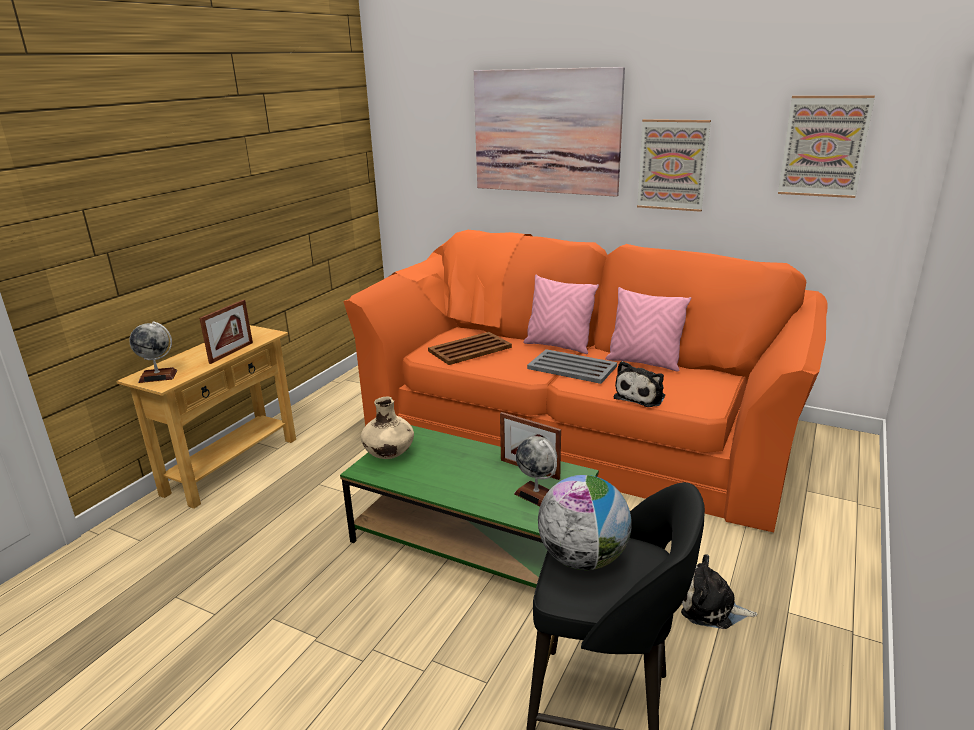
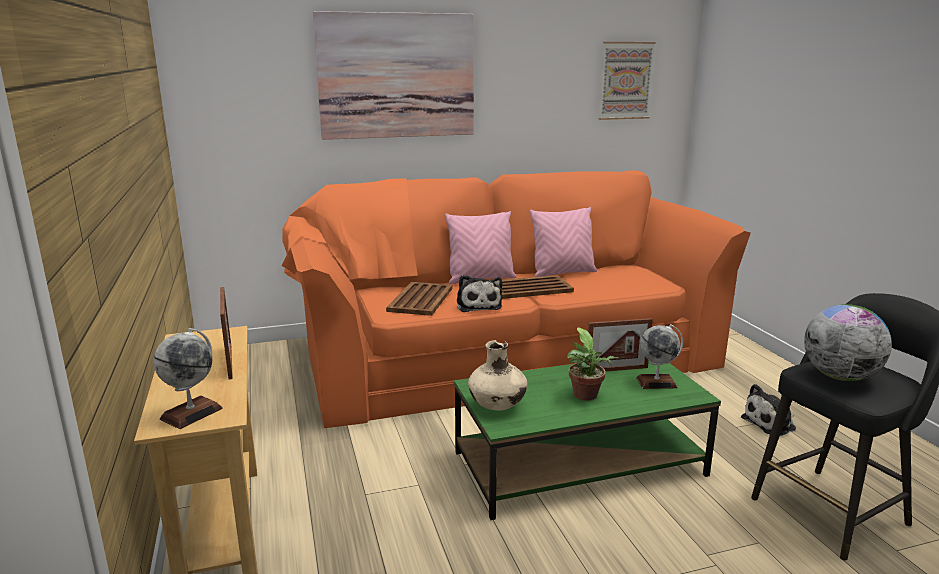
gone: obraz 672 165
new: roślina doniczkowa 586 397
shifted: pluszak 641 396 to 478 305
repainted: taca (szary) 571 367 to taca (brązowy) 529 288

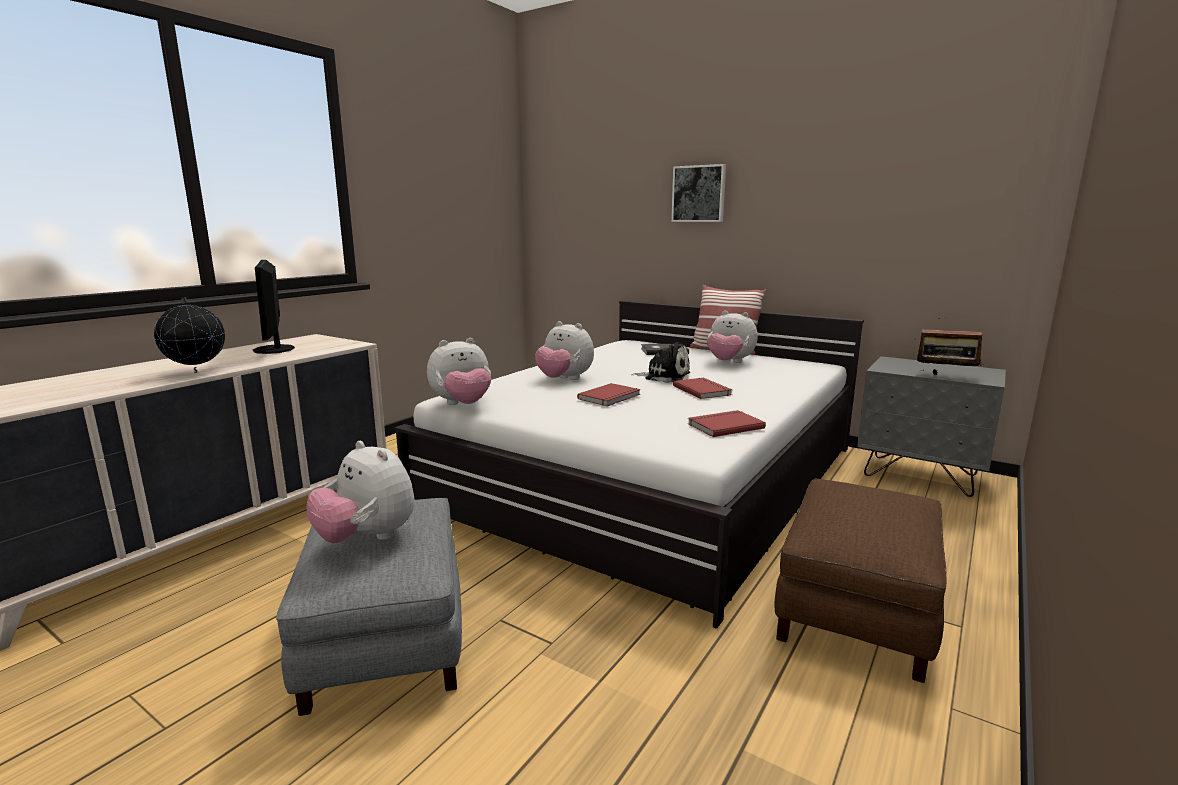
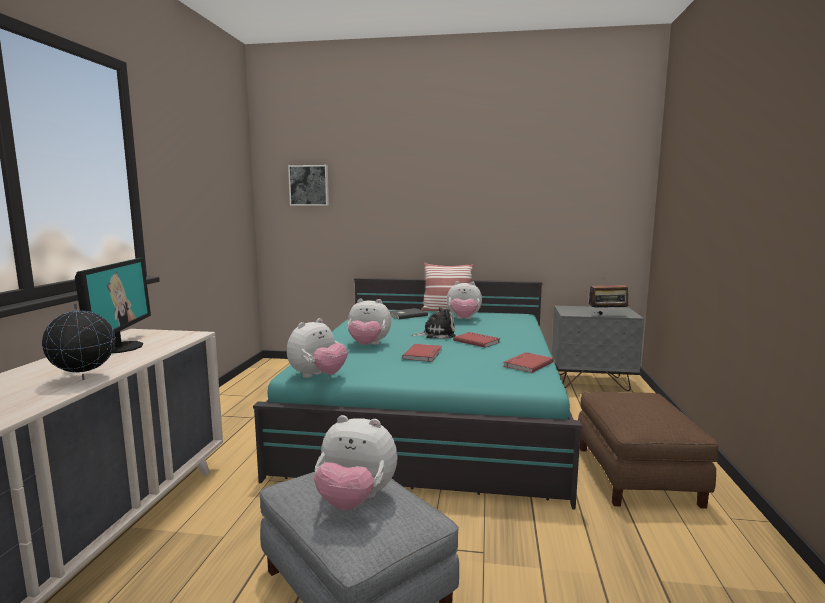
shifted: obraz 699 194 to 309 185
repainted: łóżko (biały) 653 476 to łóżko (turkusowy) 433 413
rotated: monitor 275 349 = 121 347 135 degrees counterclockwise

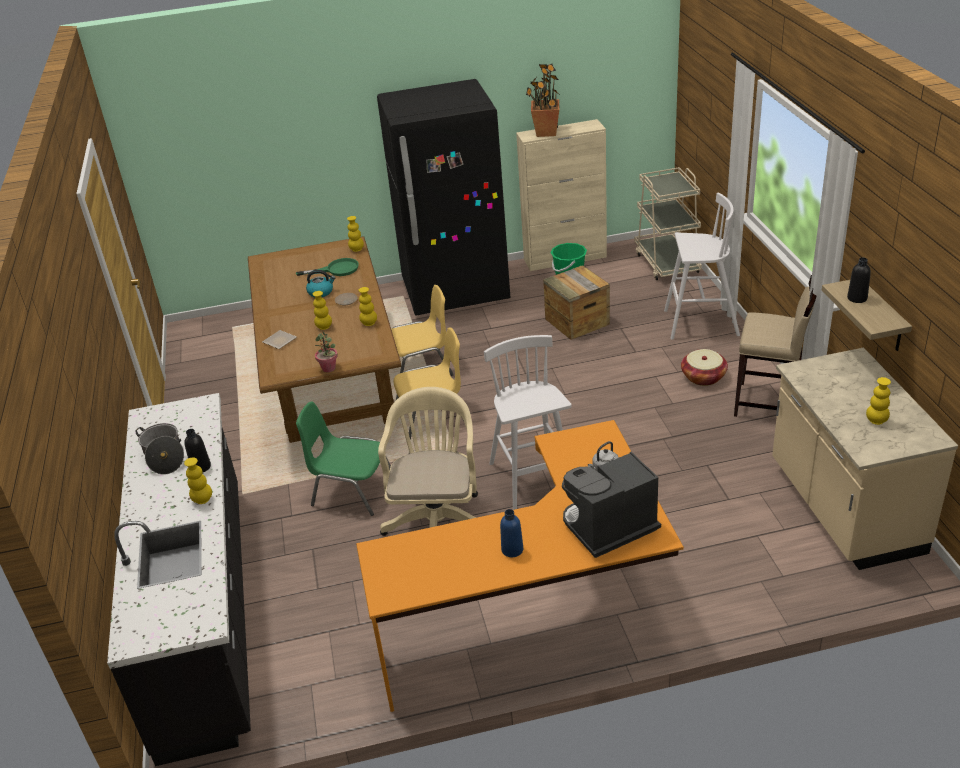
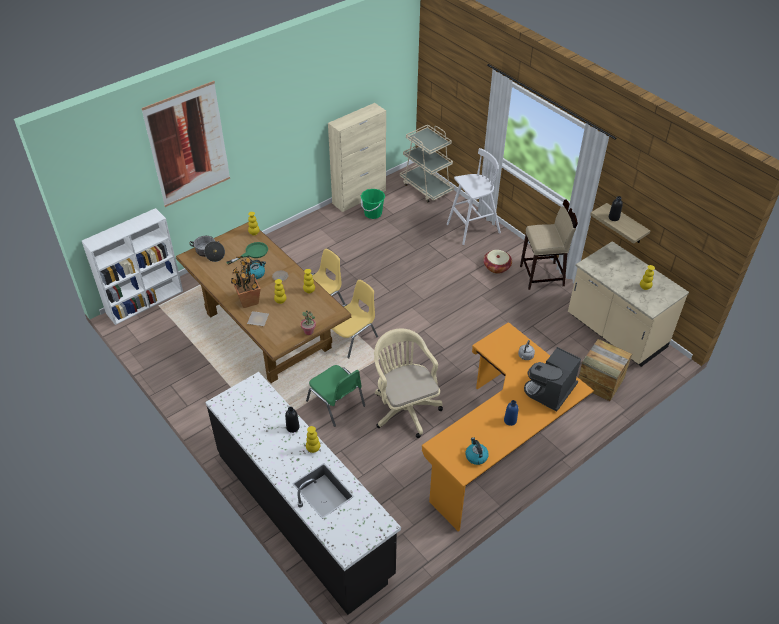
gone: lodówka (czarny) 455 292; stołek (biały) 532 481
new: regał (biały) 145 302; obraz 188 145; czajnik 476 456
shifted: garnek 164 456 to 209 253; roślina doniczkowa 545 132 to 248 301; skrzynka 577 321 to 600 381
rotated: krzesło (zielony) 351 490 = 336 404 120 degrees counterclockwise

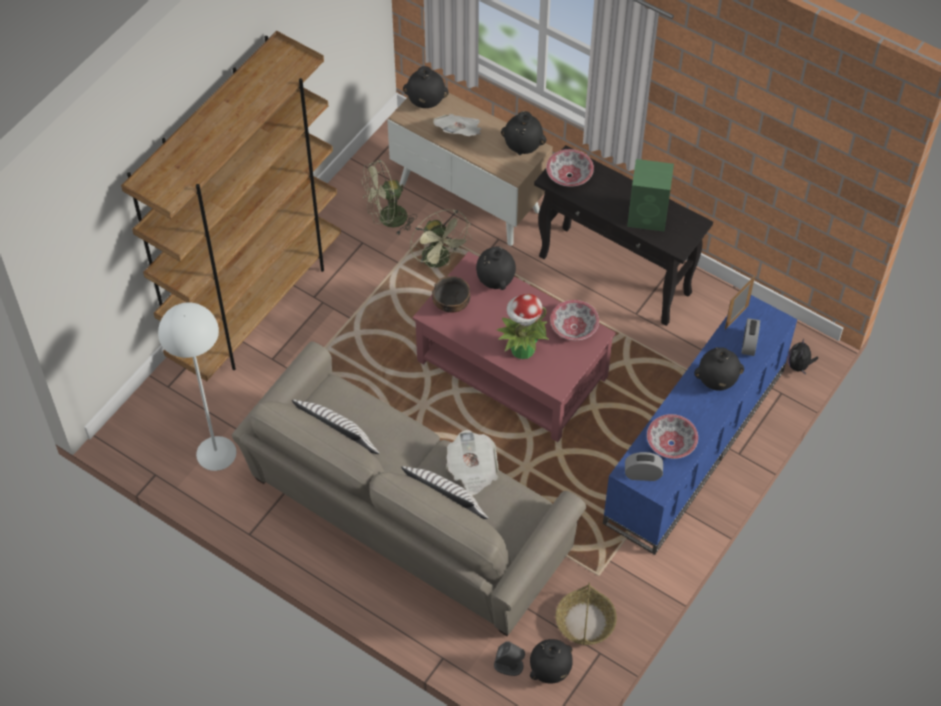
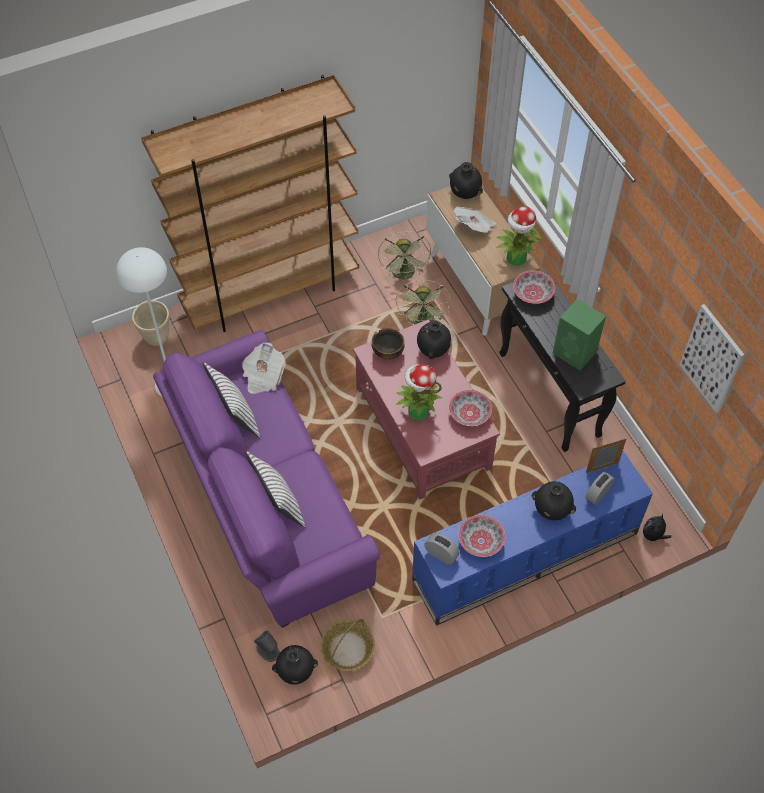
new: donica (beżowy) 156 338; obraz 712 359
shifted: gazeta 472 470 to 263 376
swapped: wazon (czarny) 523 147 to roślina doniczkowa 516 259
repainted: kanapa (beżowy) 405 522 to kanapa (fioletowy) 266 502
rotated: wentylator (zielony) 387 219 = 404 275 105 degrees counterclockwise

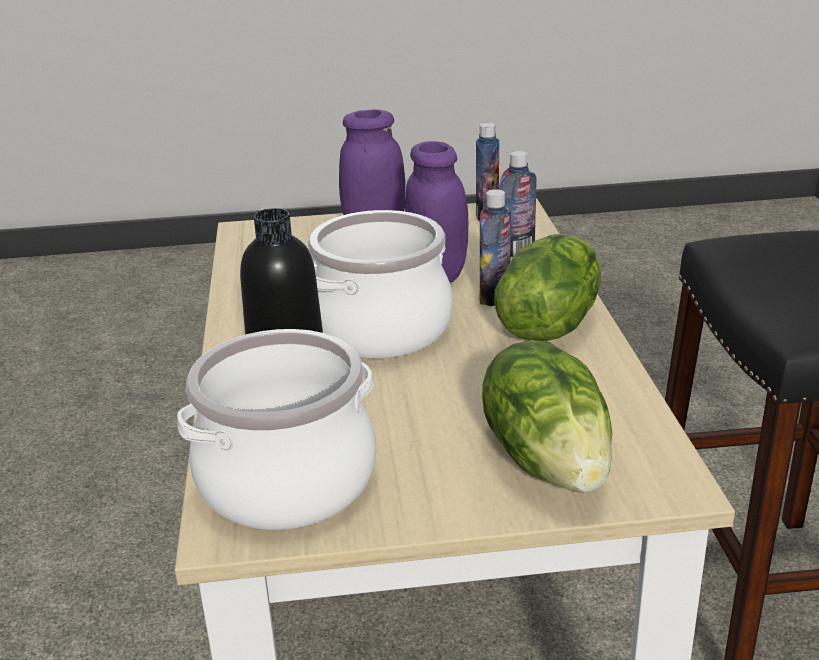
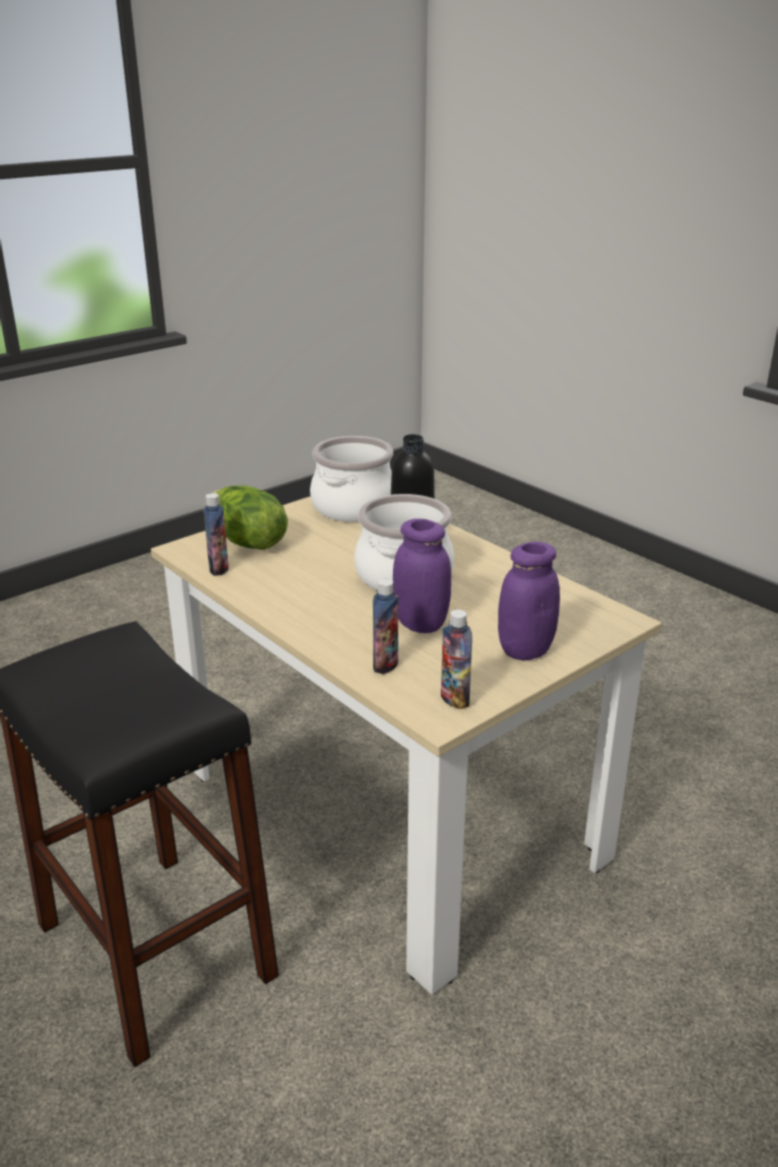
gone: sałata 548 324
shifted: butelka 494 297 to 219 569

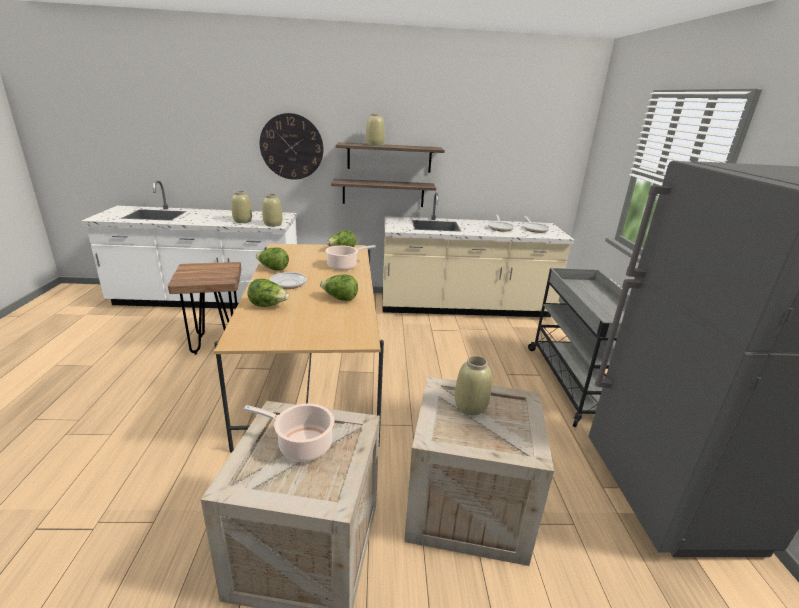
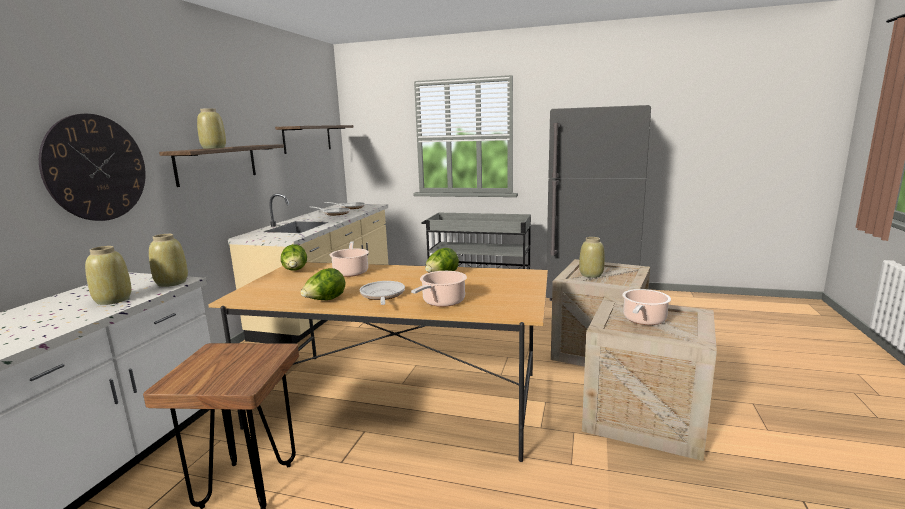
shifted: półka 383 193 to 307 138
swapped: sałata 268 306 to garnek 442 302

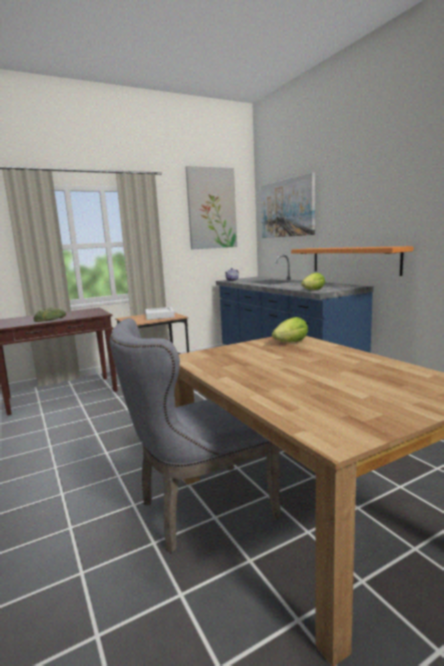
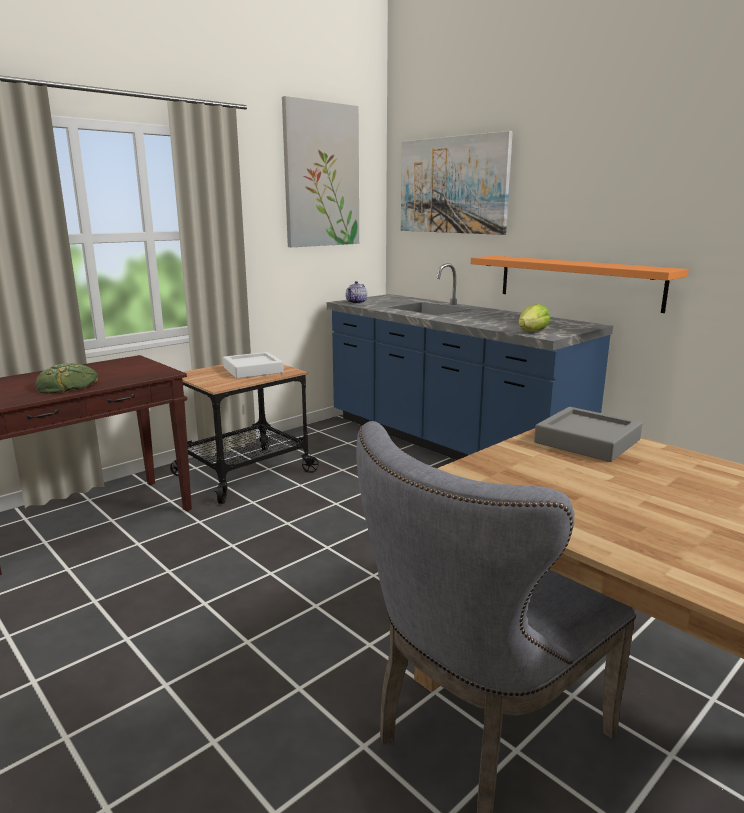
swapped: sałata 291 342 to taca (szary) 587 441

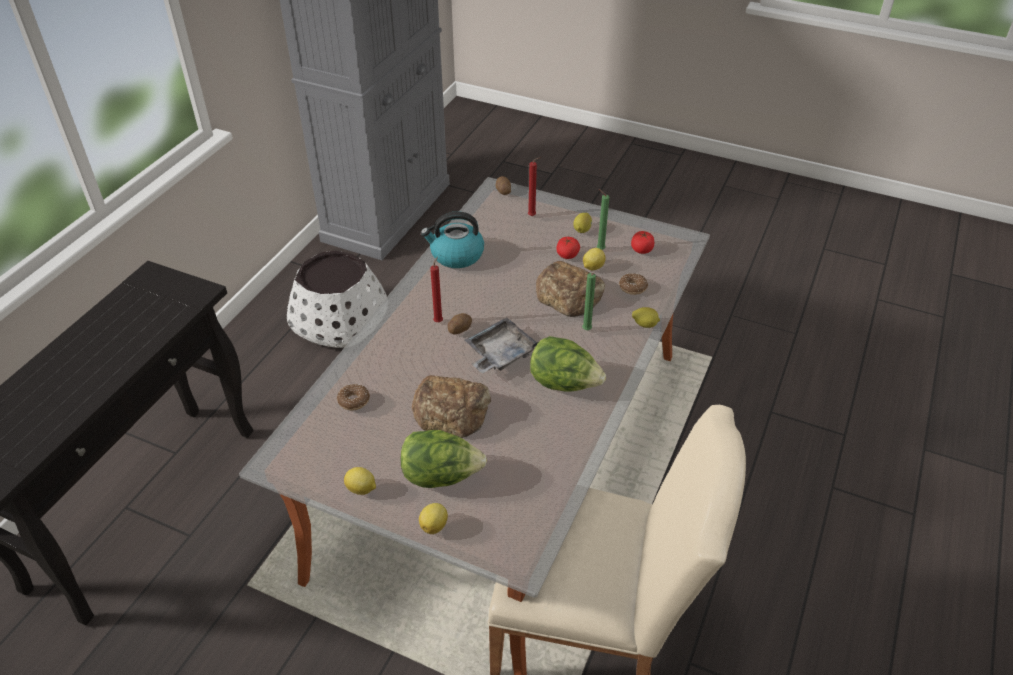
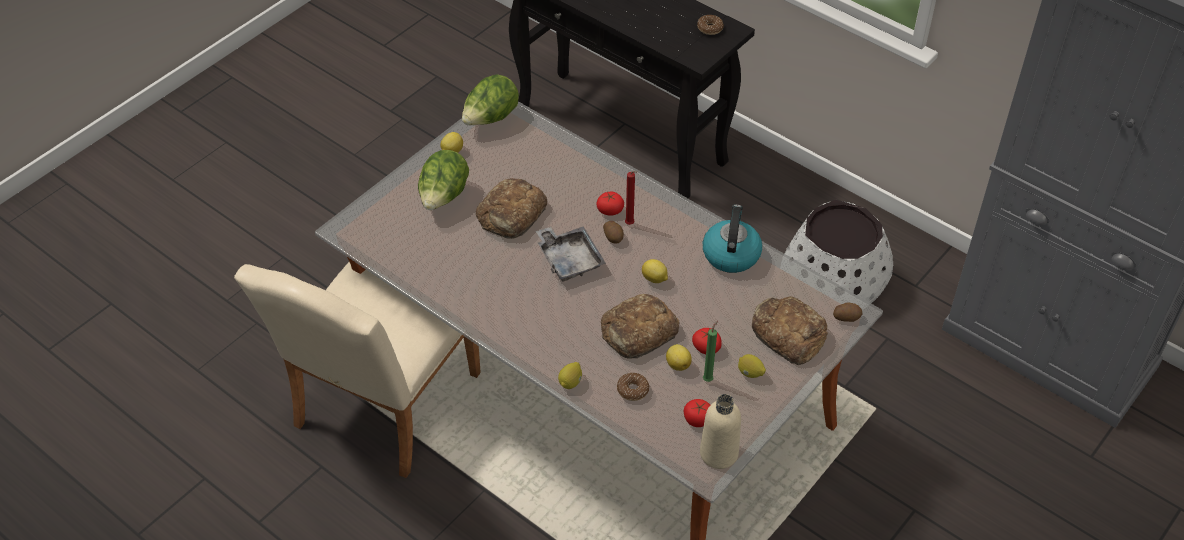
gone: świeca (zielony) 586 331
new: pomidor 610 210; butelka (beżowy) 719 453
shifted: donut 354 401 to 710 28; cytryna 434 525 to 654 279; sałata 564 383 to 490 119
swapped: świeca (czerwony) 533 216 to chleb 788 334

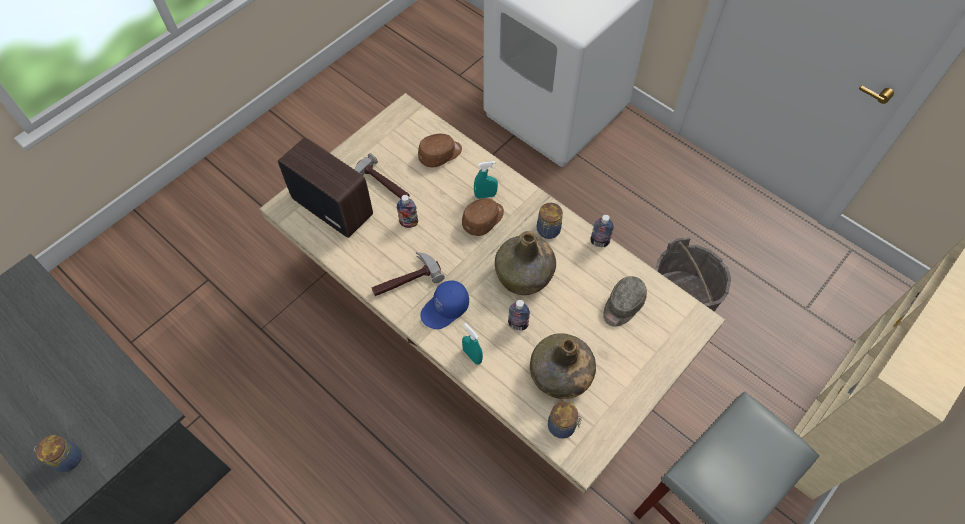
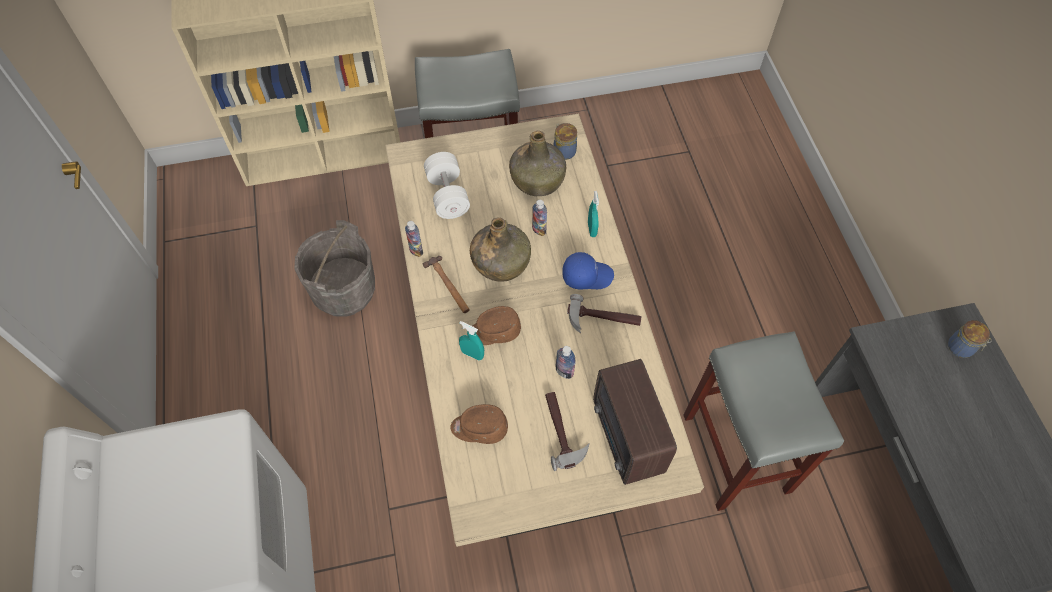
new: stołek (szary) 737 454
swapped: słoik 548 231 to młotek 448 286; czapka z daszkiem (szary) 622 306 to hantel (biały) 447 195

